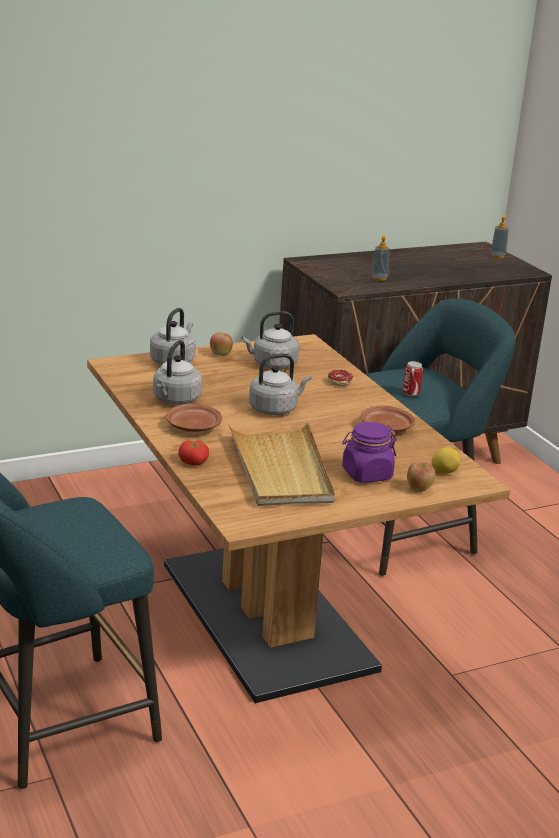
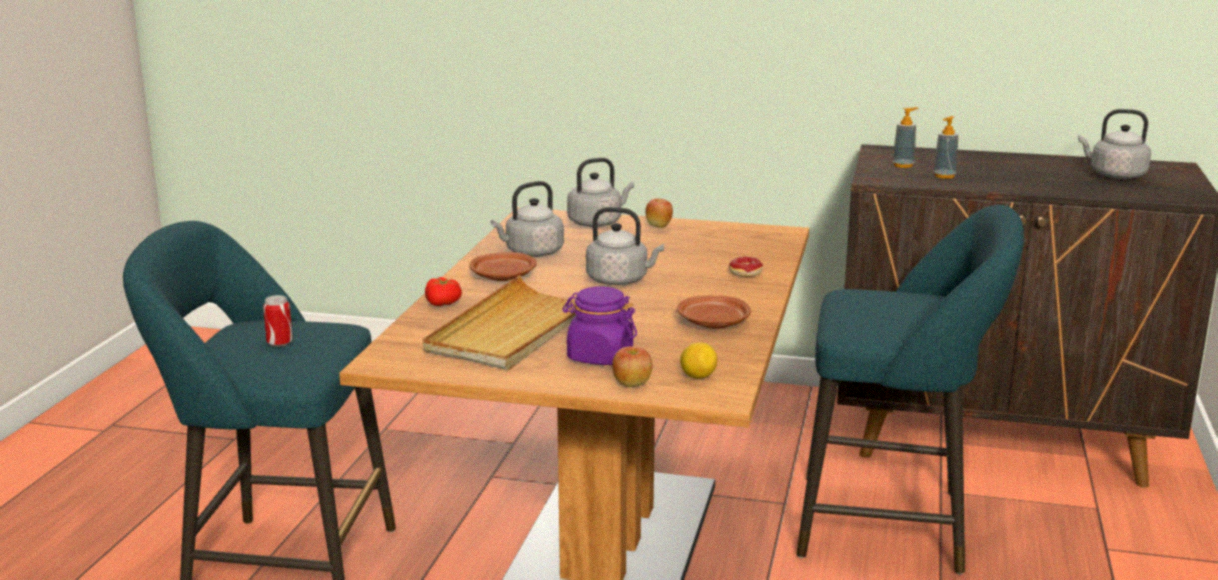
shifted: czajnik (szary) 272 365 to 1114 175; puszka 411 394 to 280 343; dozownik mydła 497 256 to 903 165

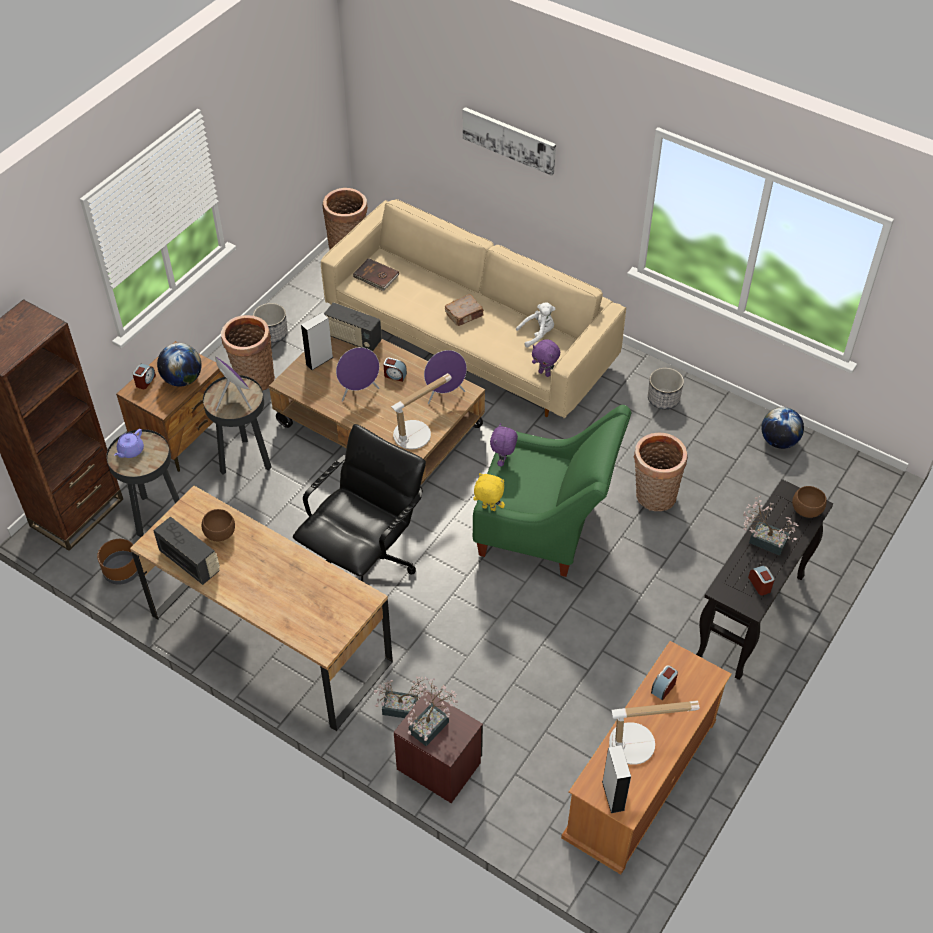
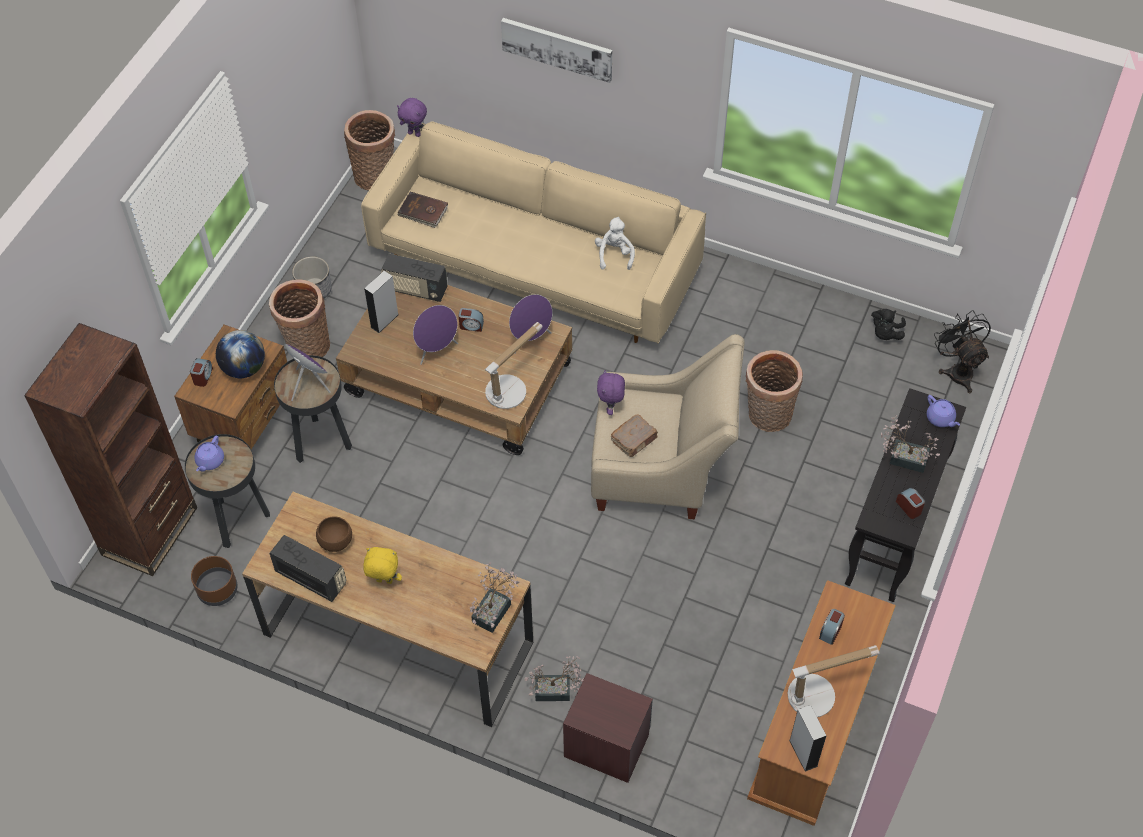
gone: krzesło biurowe (czarny) 365 560; donica 663 399
new: wentylator (czarny) 957 370
shifted: roślina doniczkowa 432 724 to 494 609; książka (brązowy) 464 315 to 634 440; pluszak (żółty) 488 508 to 384 582; pluszak (fioletowy) 545 373 to 415 133
swapped: globus 778 441 to pluszak (czarny) 885 333; miska (brązowy) 806 510 to imbryk (fioletowy) 940 418
repainted: fotel (zielony) 546 529 to fotel (beżowy) 662 470
rotated: pluszak (biały) 537 334 = 614 254 60 degrees counterclockwise

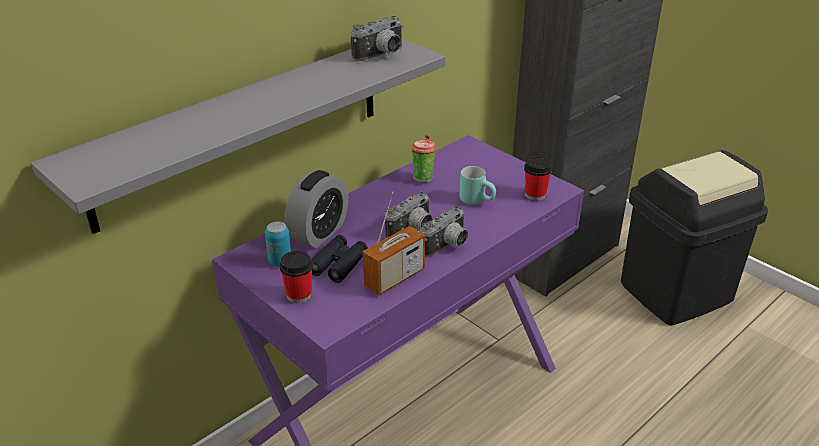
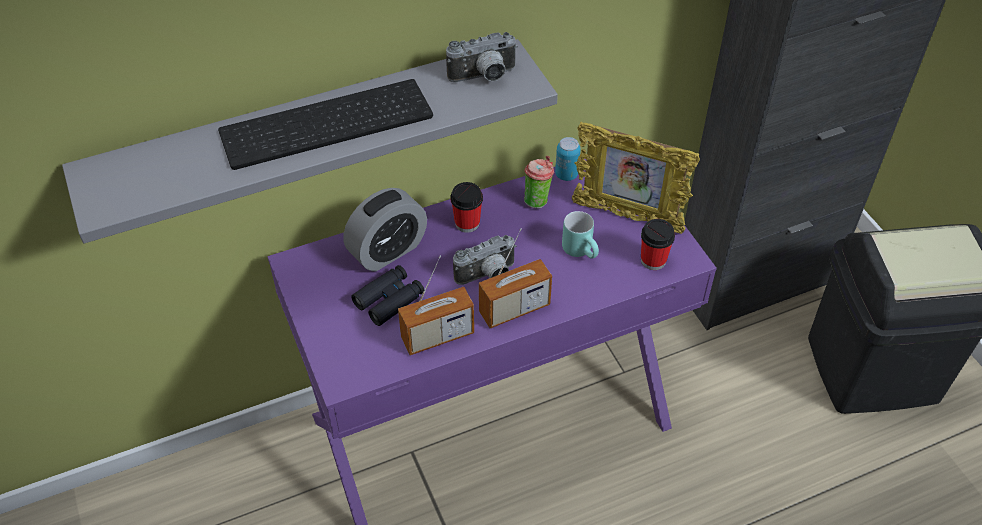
new: klawiatura 325 127; ramka na zdjęcie 627 217
shifted: puszka 280 261 to 566 174; filiżanka 299 295 to 467 223
swapped: aparat fotograficzny 447 247 to radio 514 309

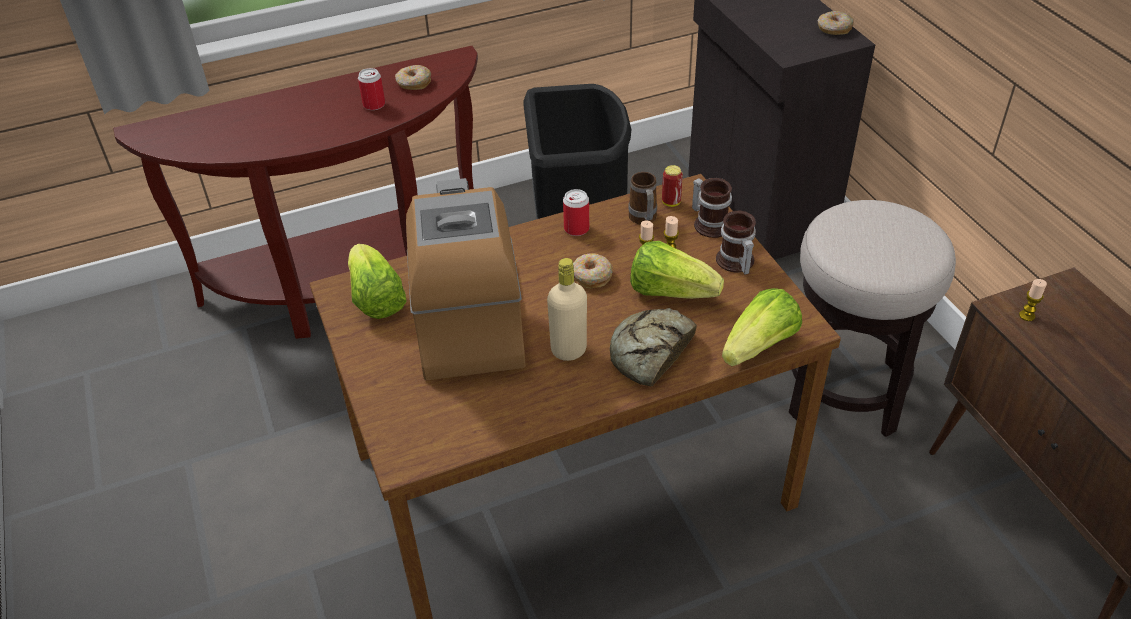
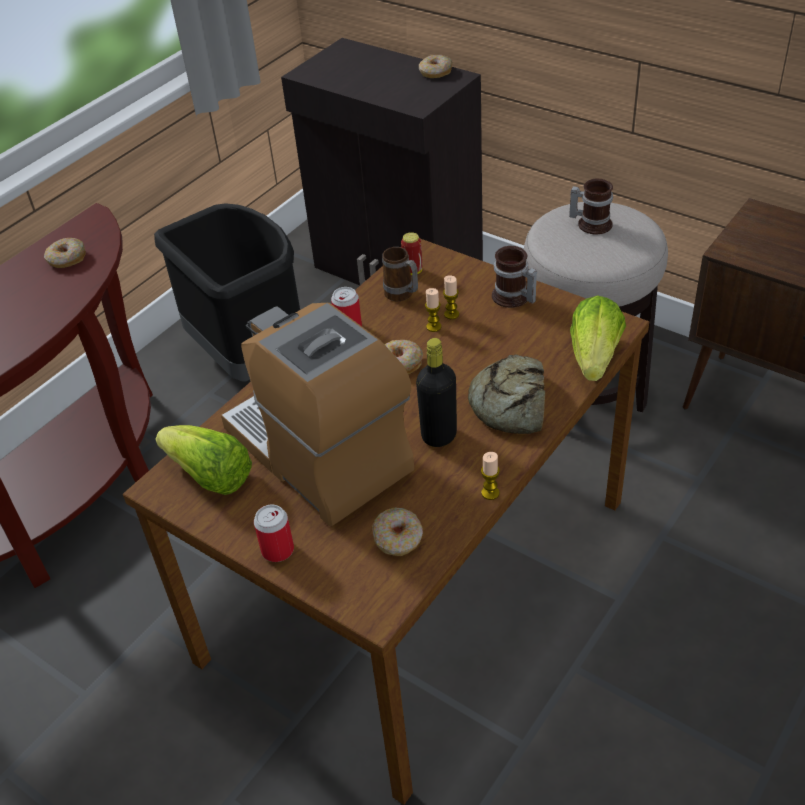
gone: sałata 670 291
new: donut 398 538
shifted: puszka 374 105 to 277 550; kubek 710 223 to 591 223; świeca 1027 315 to 490 493
repainted: butelka (beżowy) 568 350 to butelka (czarny) 439 435

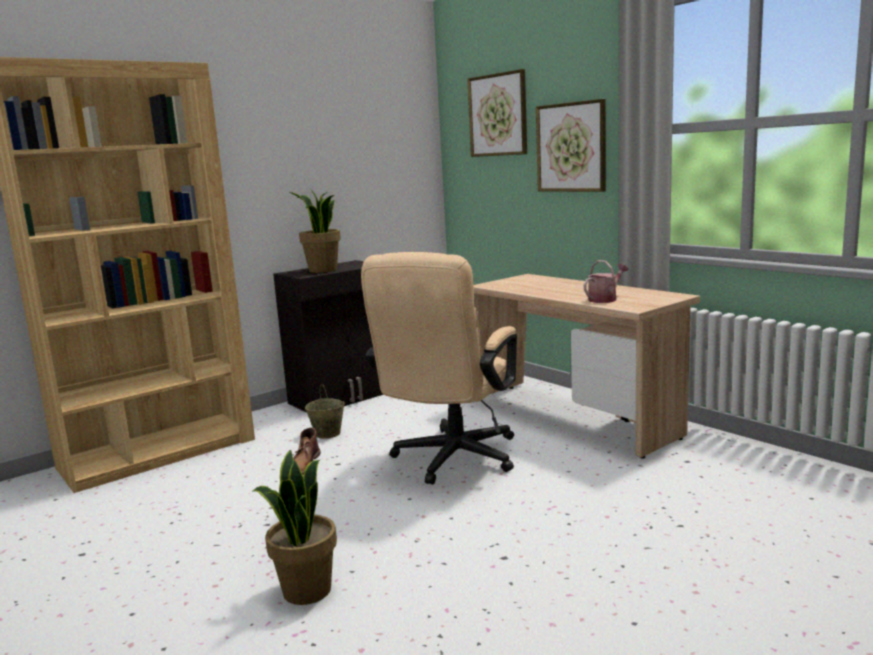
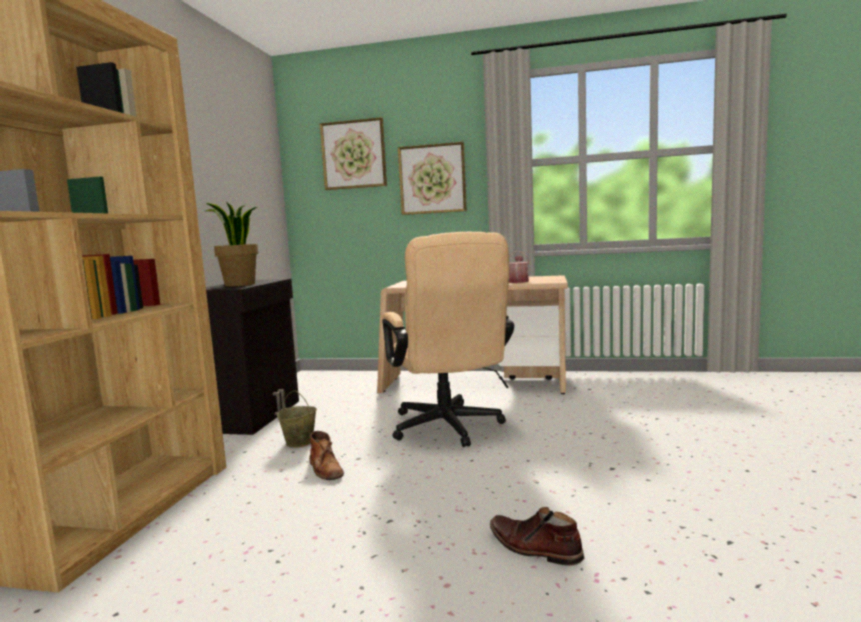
swapped: roślina doniczkowa 306 590 to but z cholewką (brązowy) 533 548

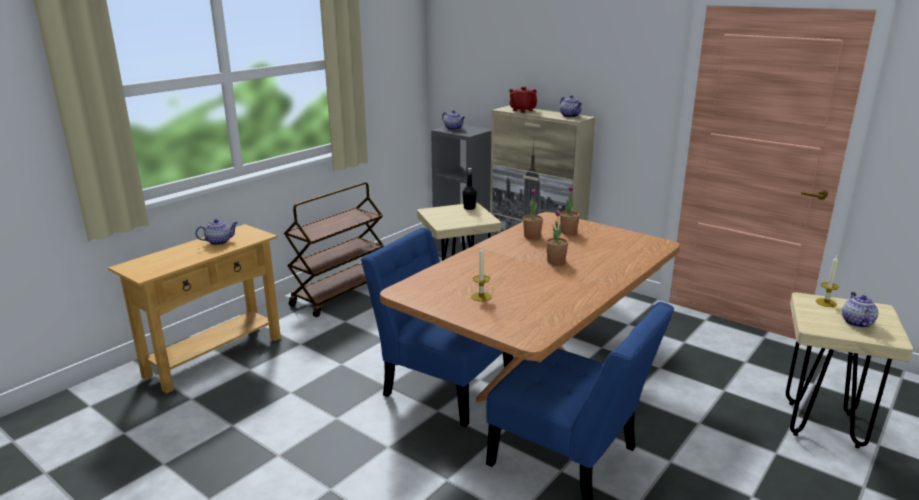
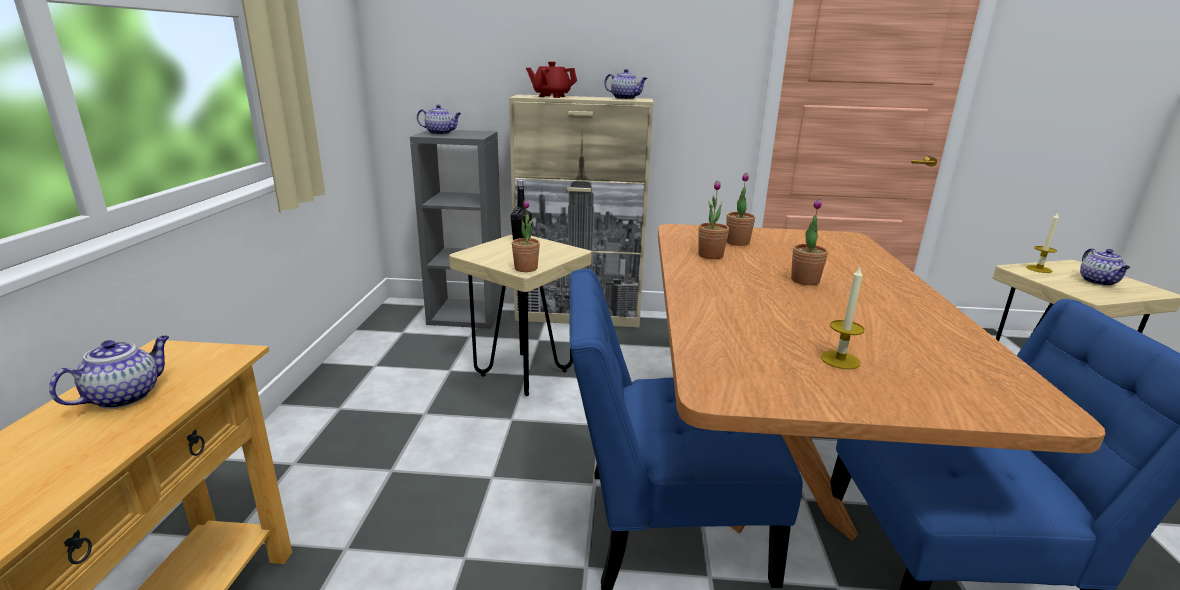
gone: wózek (brązowy) 339 294
new: roślina doniczkowa 526 268
rotated: imbryk 856 322 = 1099 282 150 degrees counterclockwise

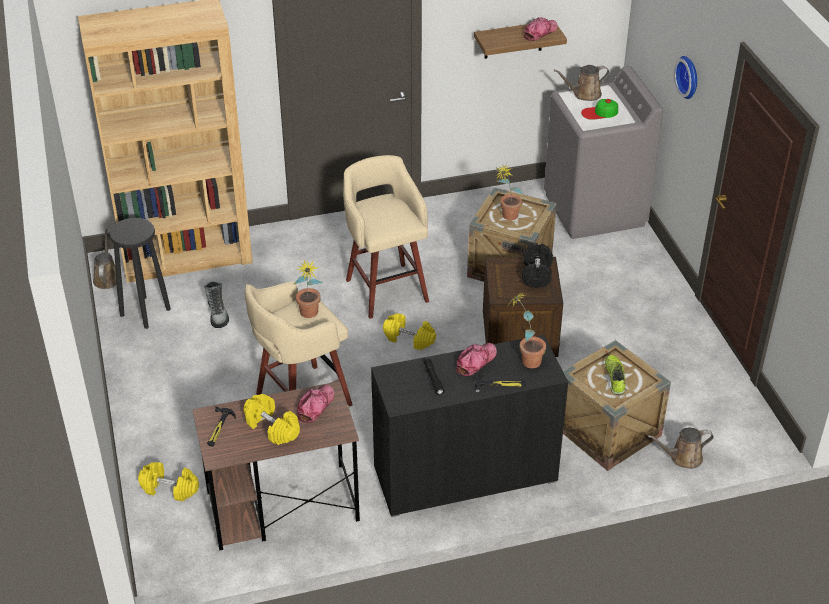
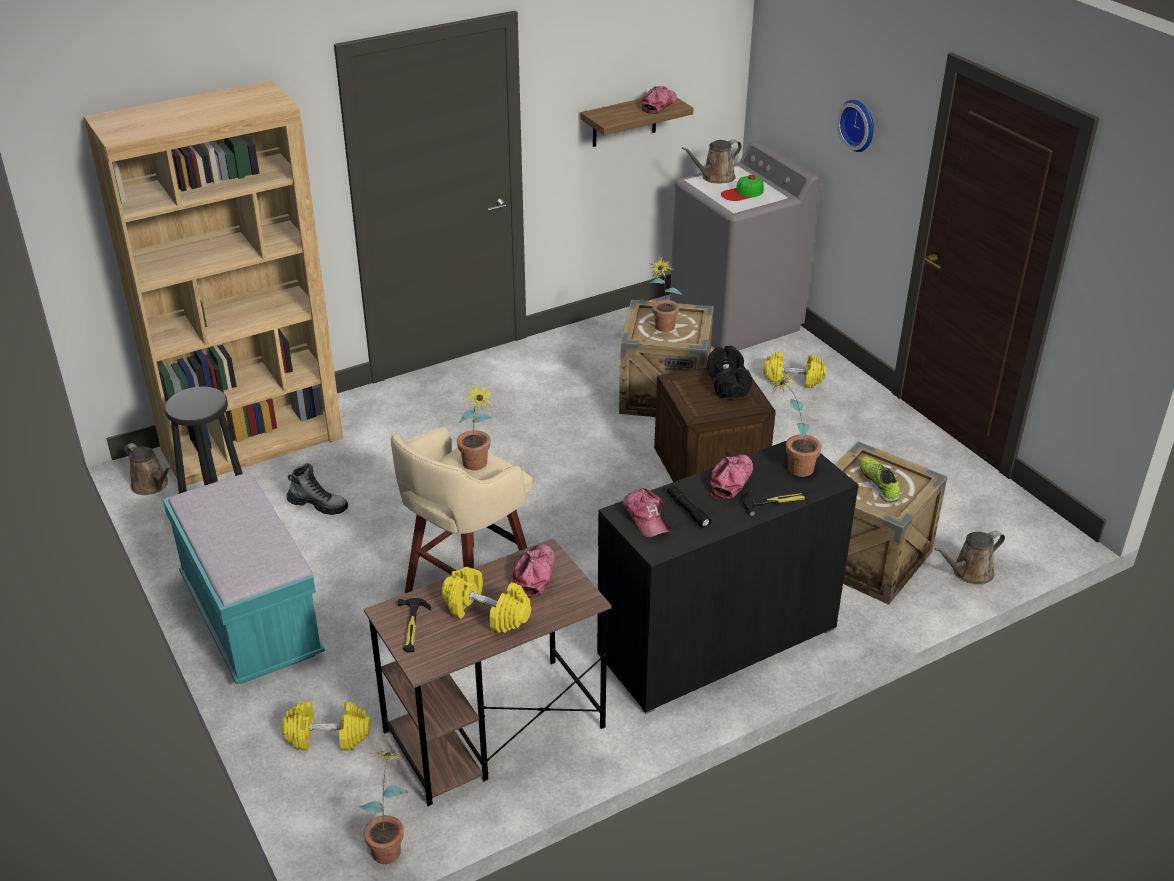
gone: stołek (beżowy) 386 288
new: ławka (turkusowy) 251 619; roślina doniczkowa 390 844; czapka z daszkiem 646 518
shifted: hantel (żółty) 409 339 to 793 379
rotated: konewka (brązowy) 107 278 = 152 485 150 degrees clockwise; but z cholewką 218 314 = 318 505 45 degrees counterclockwise

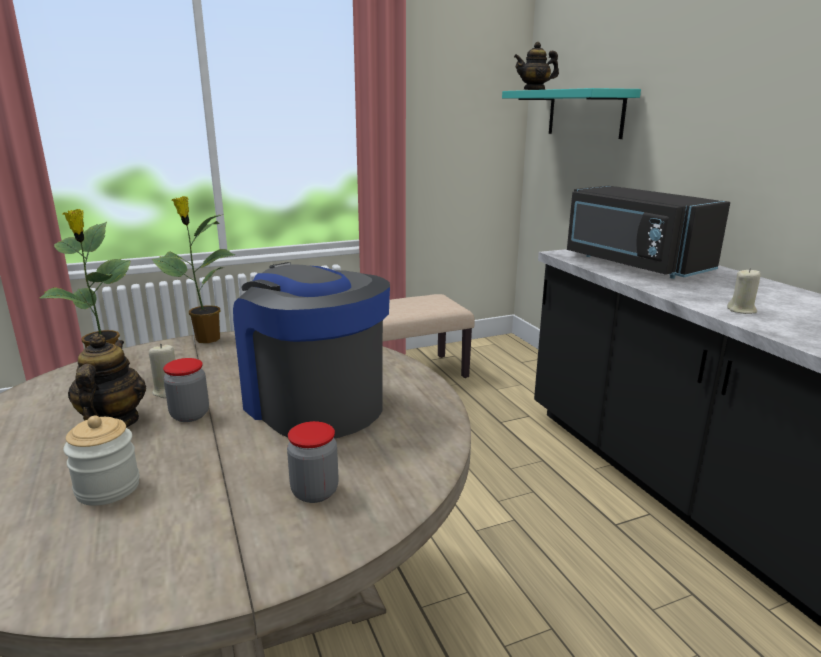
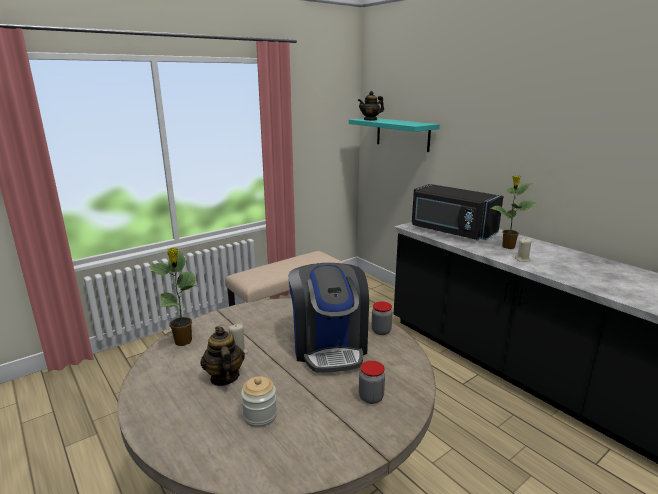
shifted: roślina doniczkowa 206 339 to 508 247; słoik 190 415 to 381 331
rotated: ekspres do kawy 312 403 = 329 346 135 degrees counterclockwise

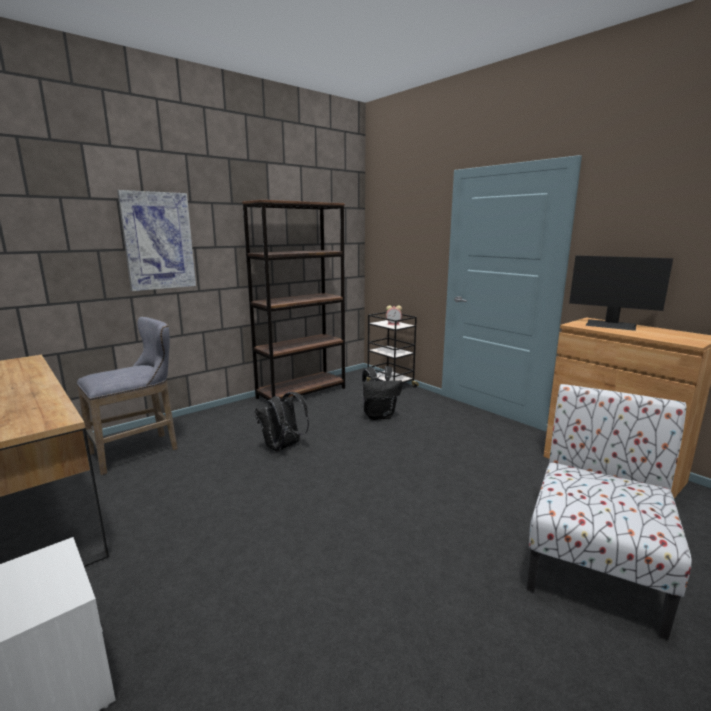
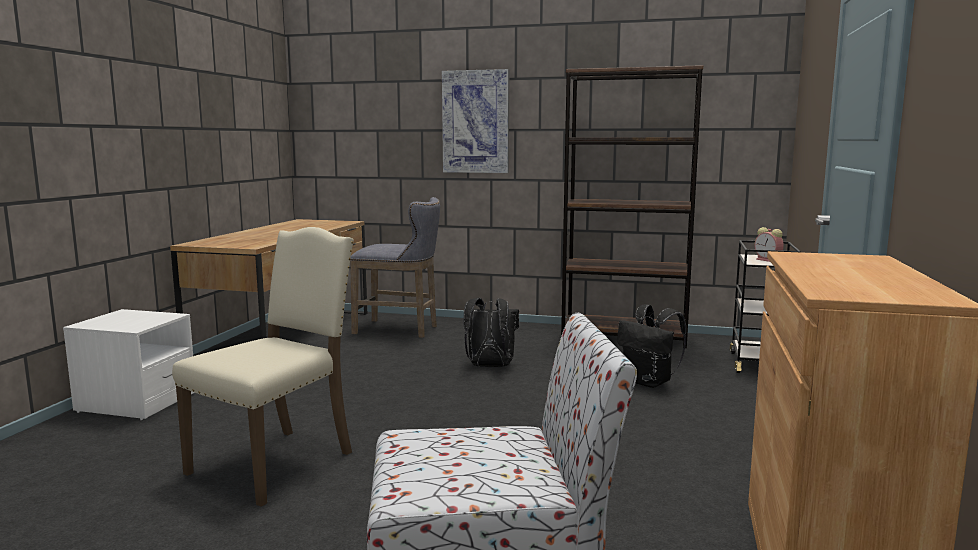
gone: monitor 611 325
new: krzesło (beżowy) 276 462

